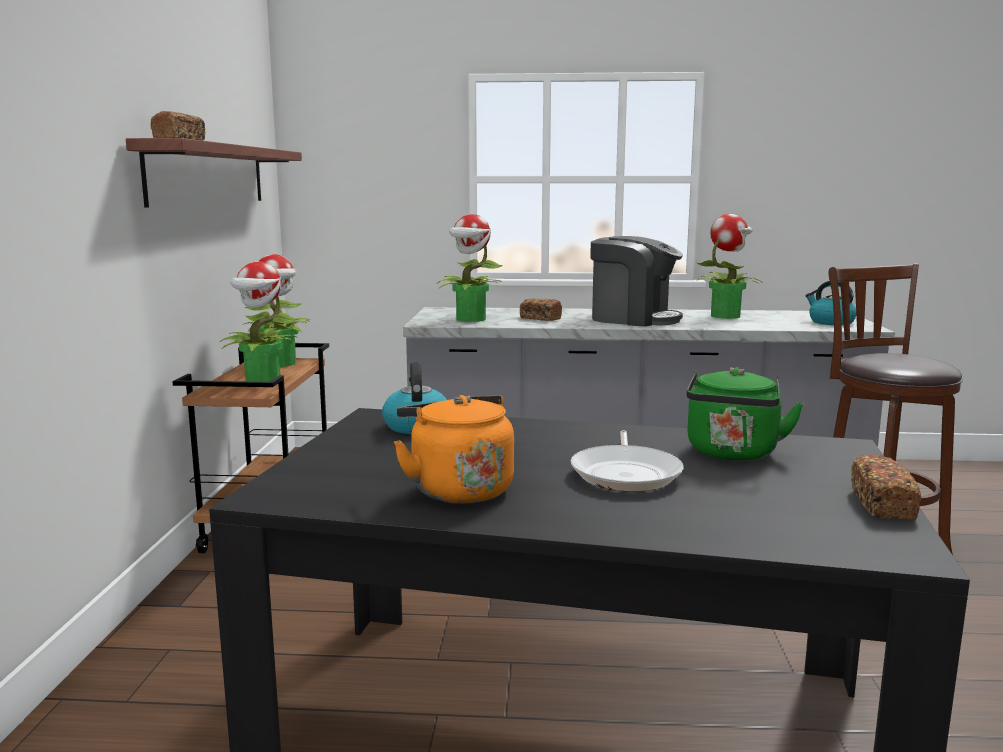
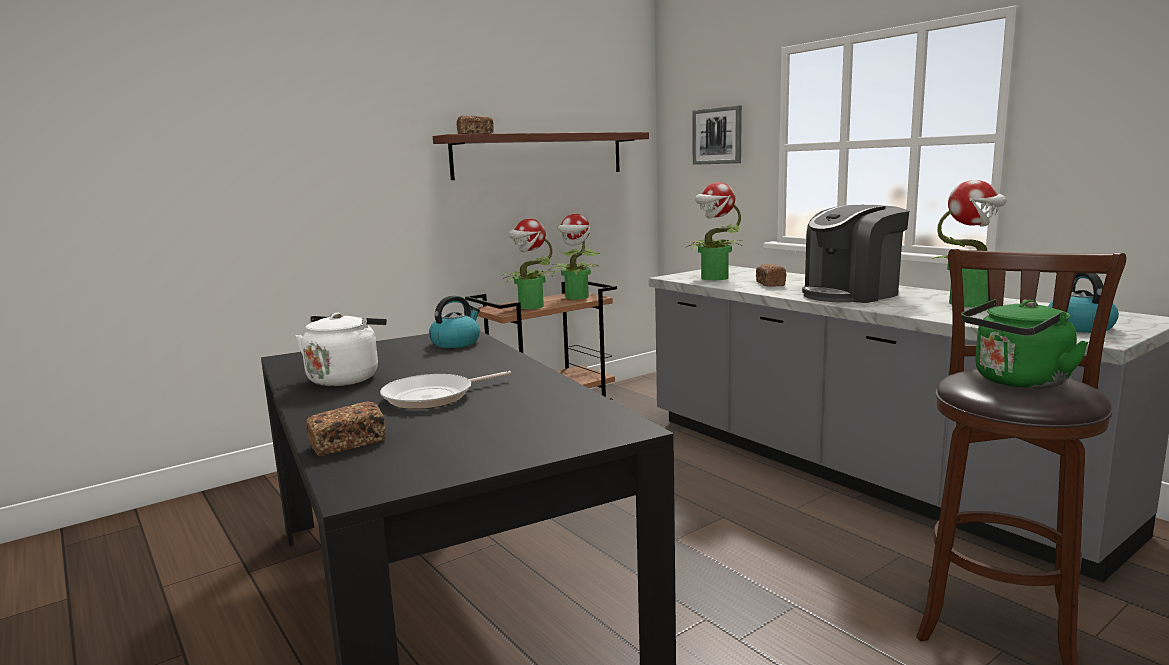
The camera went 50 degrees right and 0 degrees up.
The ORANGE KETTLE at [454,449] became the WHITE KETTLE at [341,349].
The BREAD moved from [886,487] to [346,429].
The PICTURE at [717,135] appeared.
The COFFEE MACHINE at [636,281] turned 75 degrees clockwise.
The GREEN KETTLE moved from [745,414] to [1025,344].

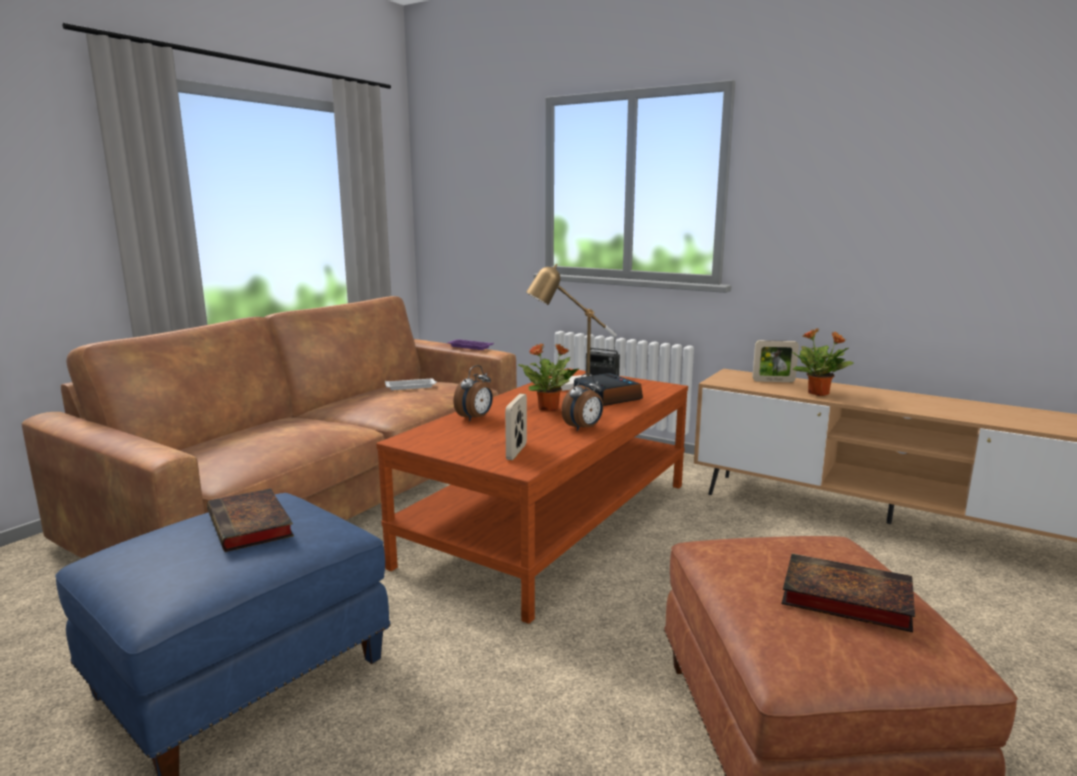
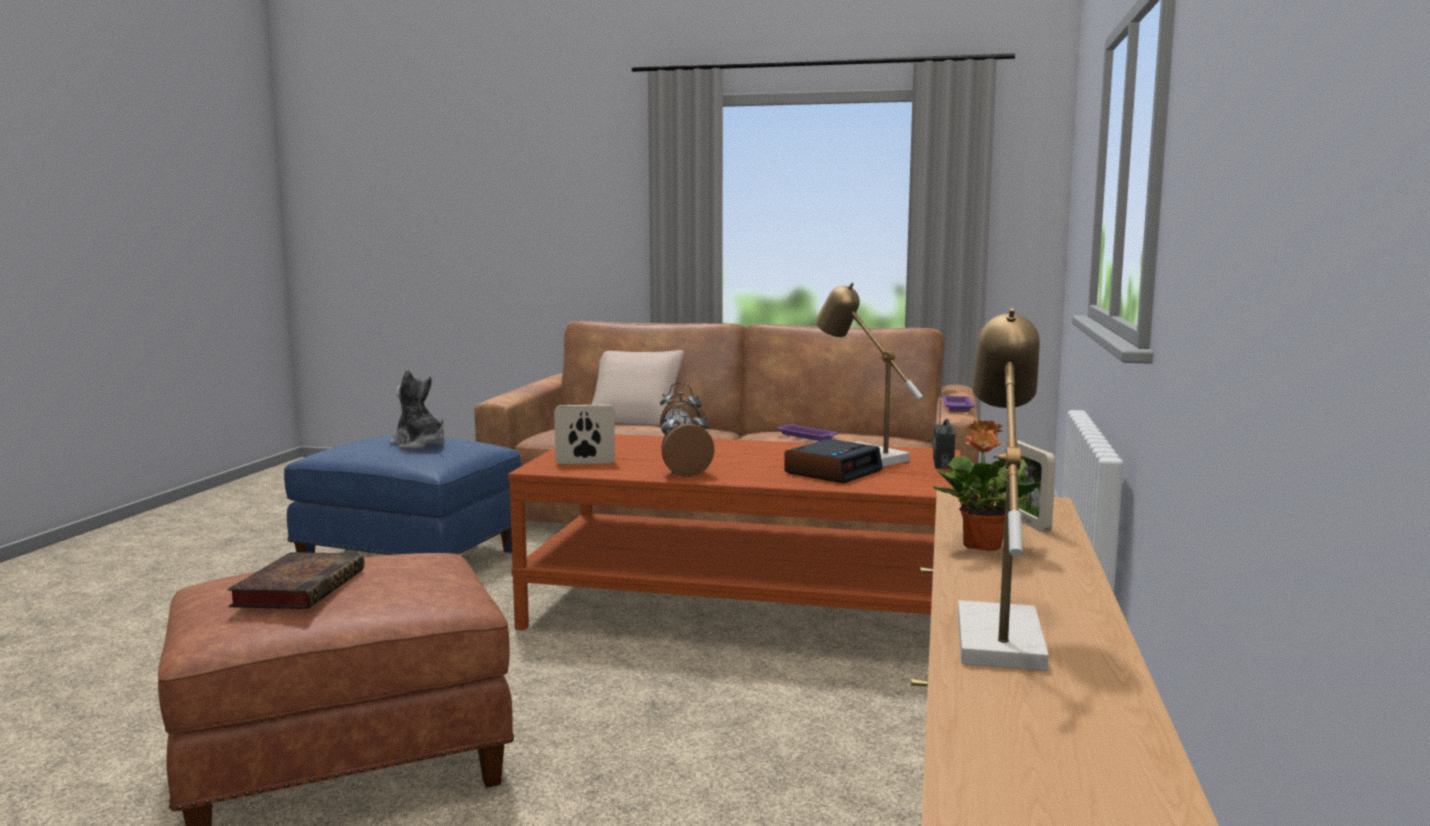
The camera went 70 degrees right and 5 degrees down.
The BOOK at [250,520] was replaced by the PLUSH TOY at [417,409].
The BEIGE PILLOW at [637,388] appeared.
The ALARM CLOCK at [582,402] turned 135 degrees clockwise.
The PURPLE TRAY at [807,432] appeared.
The TABLE LAMP at [1003,489] appeared.
The WHITE TRAY at [411,384] disappeared.
The POTTED PLANT at [549,377] disappeared.

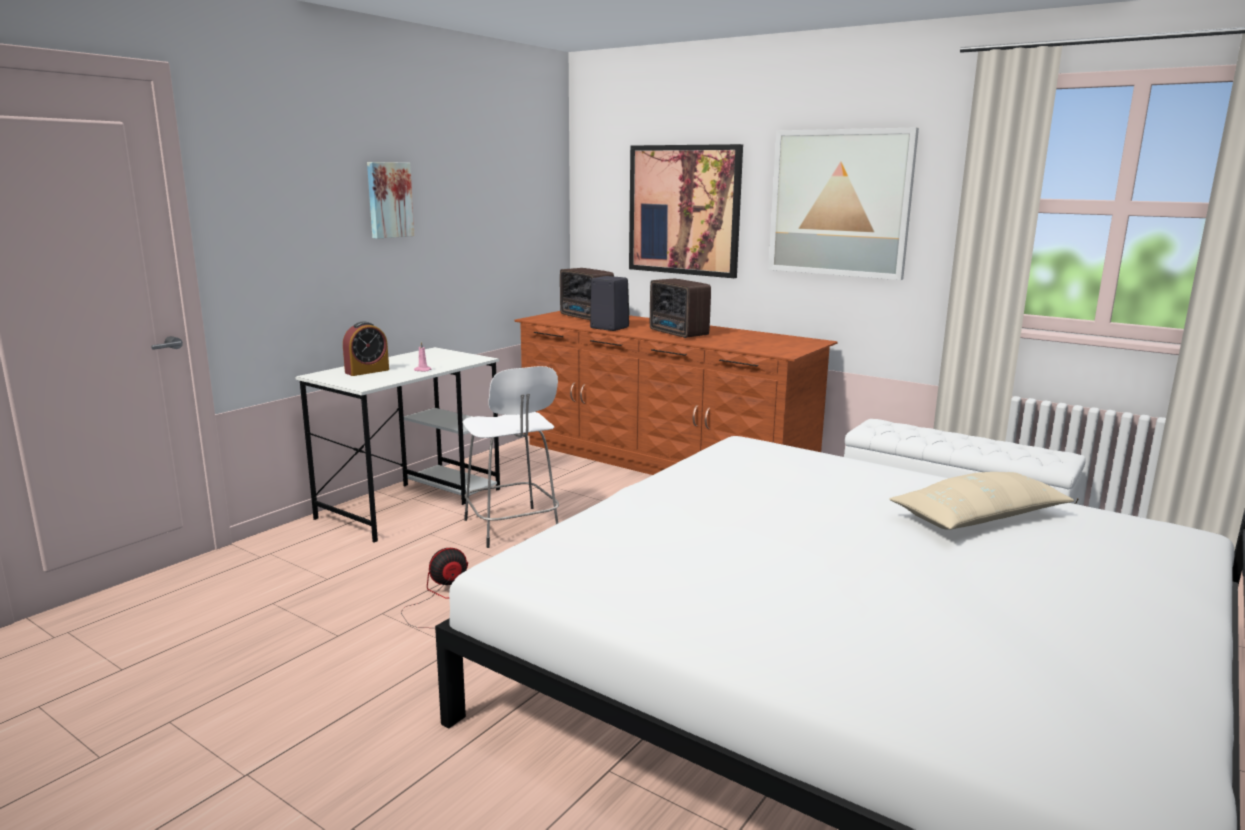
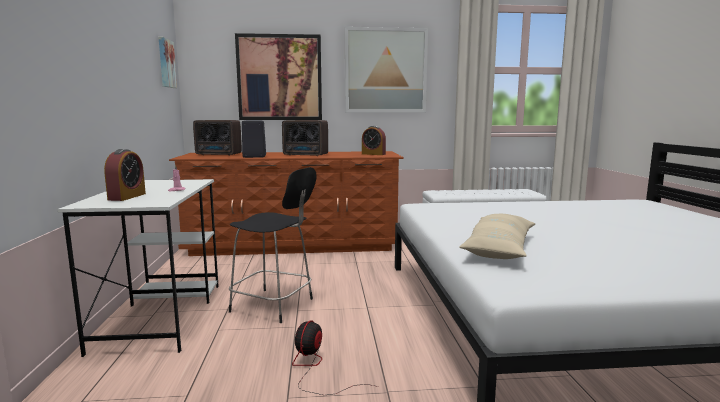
The camera went 40 degrees left and 5 degrees down.
The PICTURE moved from [390,200] to [168,62].
The WHITE STOOL at [511,457] became the BLACK STOOL at [273,245].
The ALARM CLOCK at [374,140] appeared.
The BEIGE PILLOW moved from [982,501] to [497,236].

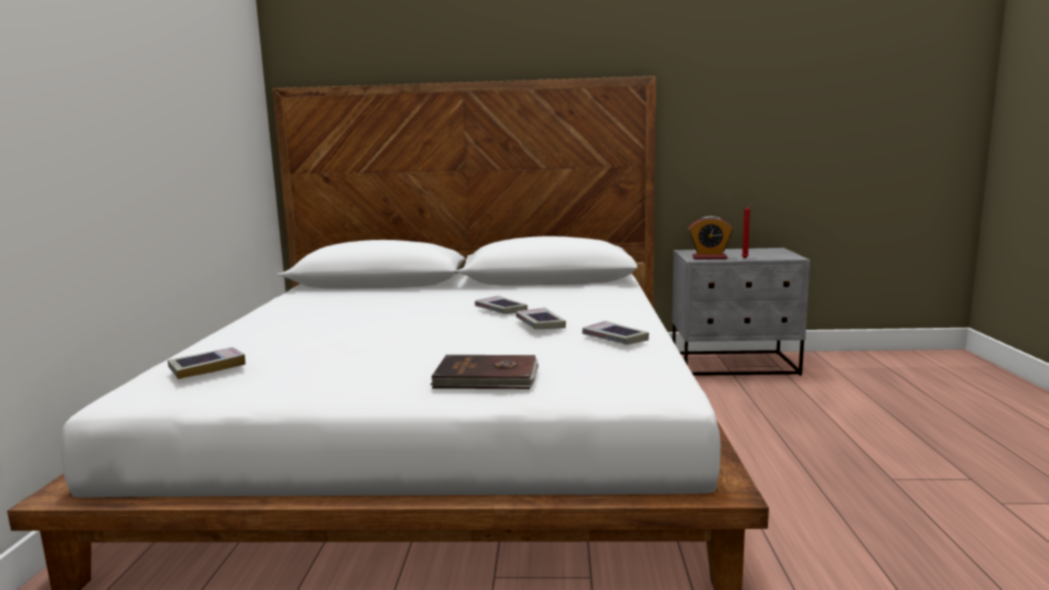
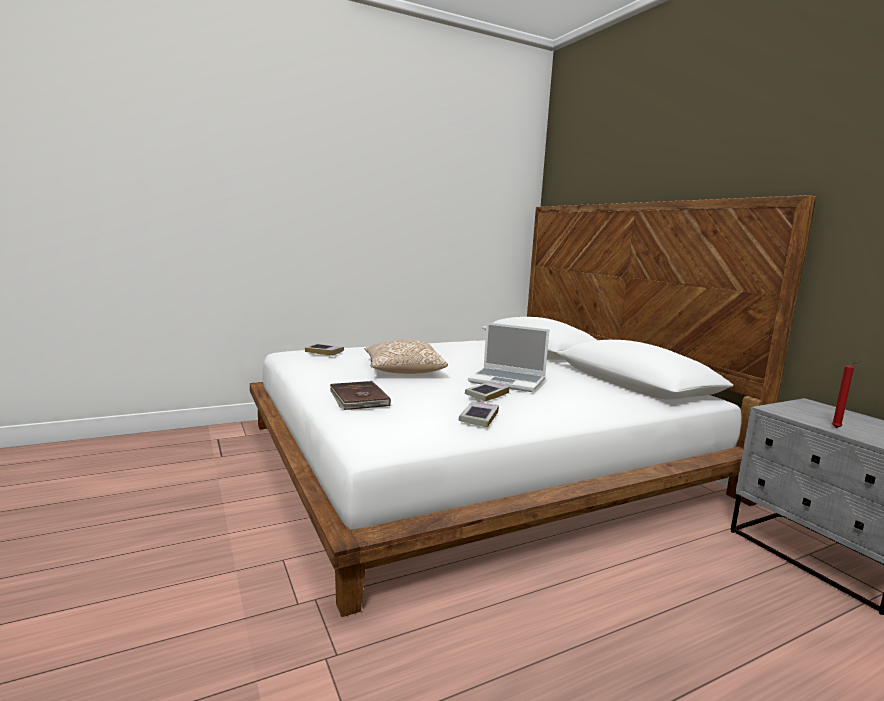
The camera went 60 degrees right and 0 degrees up.
The PILLOW at [406,357] appeared.
The BOOK at [501,305] was replaced by the LAPTOP at [508,357].
The ALARM CLOCK at [710,237] disappeared.

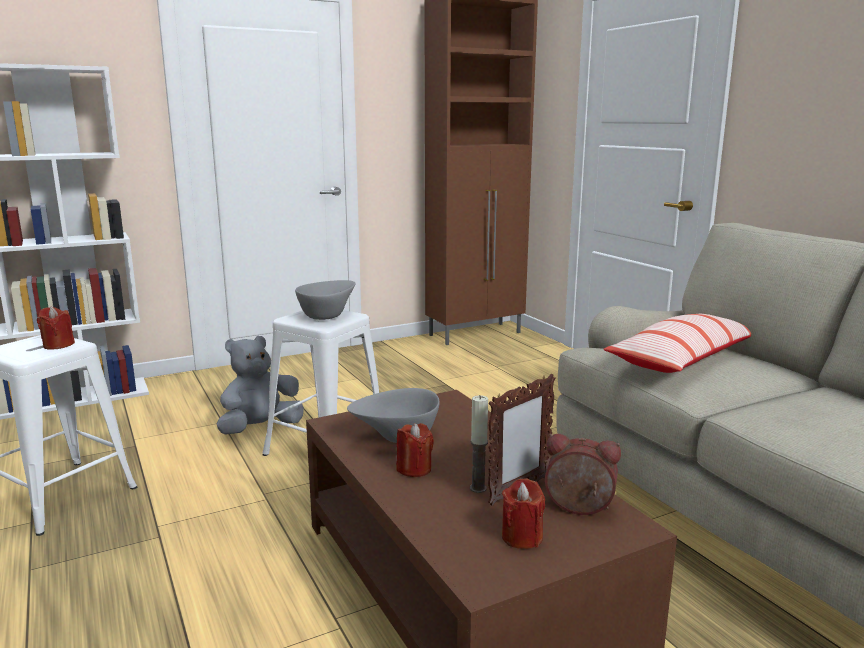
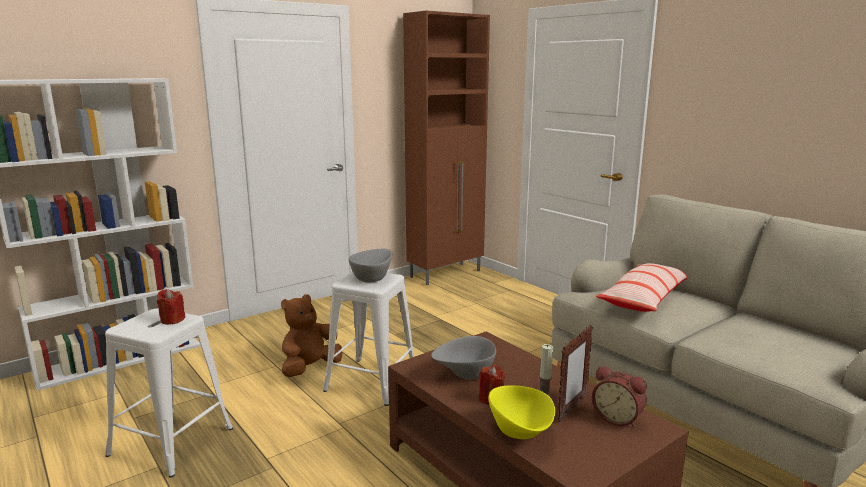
The camera went 10 degrees left and 0 degrees up.
The GREY PLUSH TOY at [260,385] became the BROWN PLUSH TOY at [311,335].
The YELLOW BOWL at [522,412] appeared.
The ALARM CLOCK at [583,474] turned 150 degrees counterclockwise.
The RED CANDLE at [523,513] disappeared.

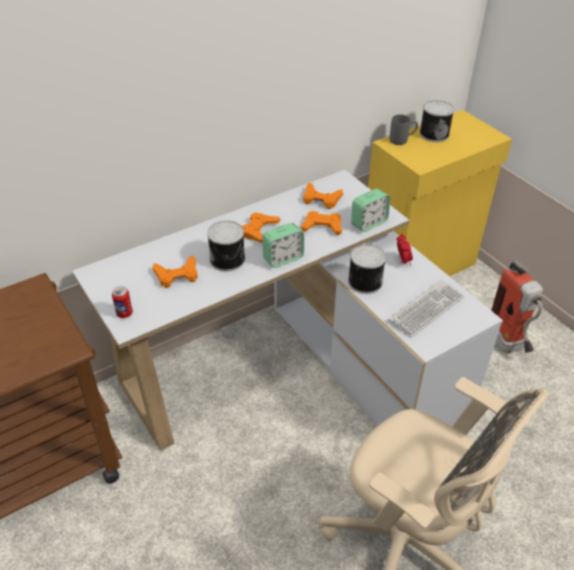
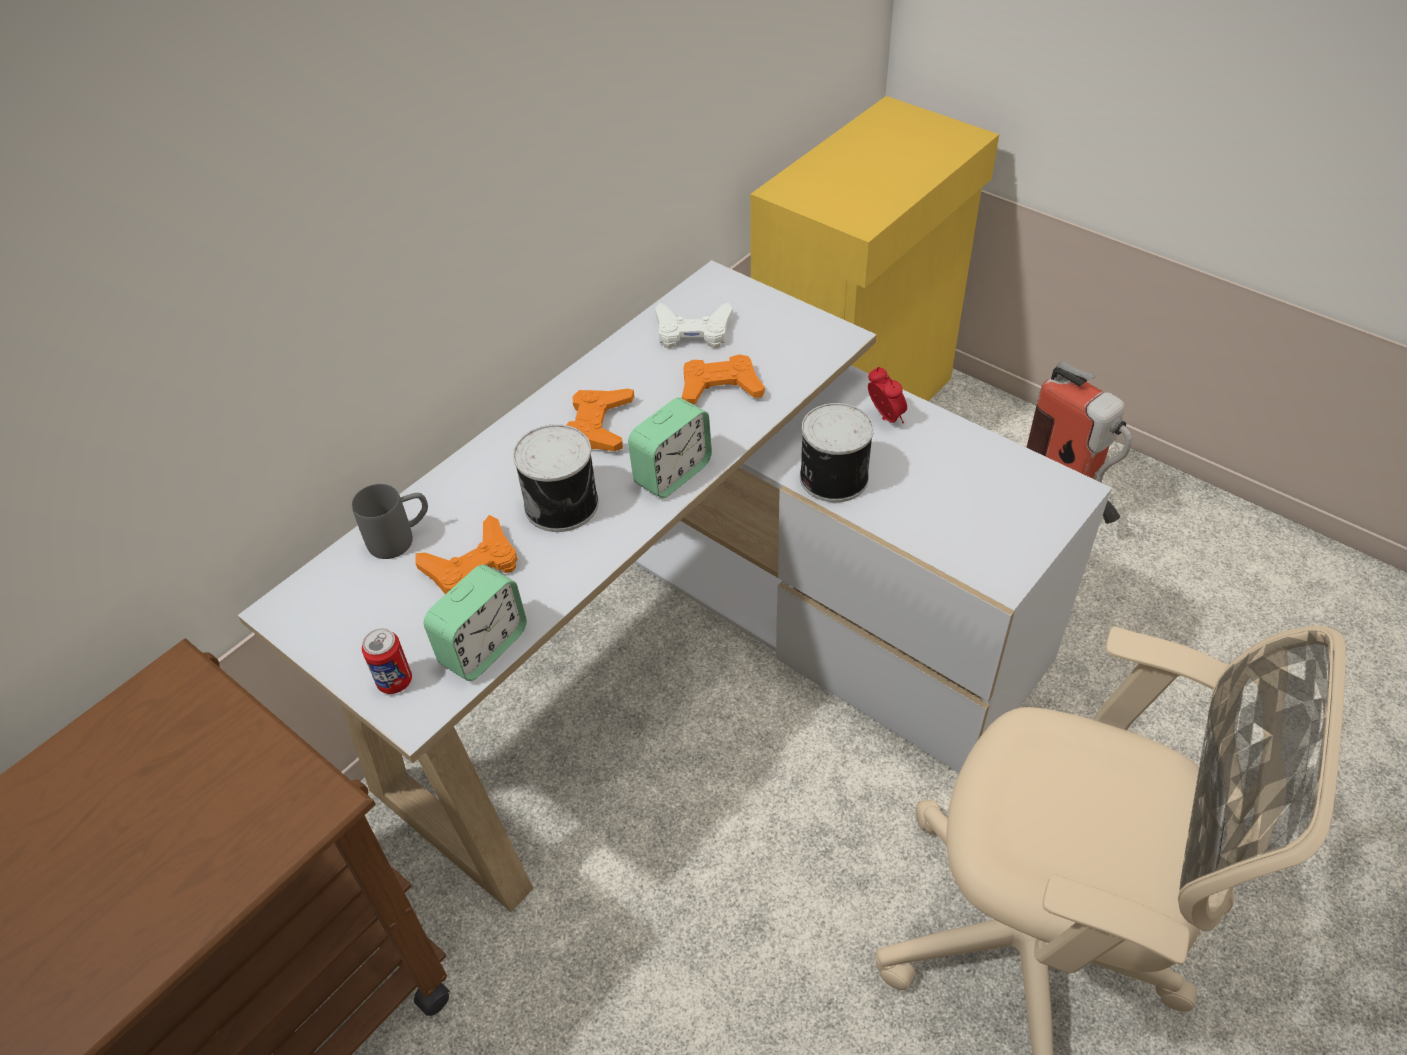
The camera went 15 degrees left and 5 degrees up.
The GREY MUG moved from [403,129] to [390,521].
The ALARM CLOCK moved from [370,210] to [475,623].
The ORANGE GAME CONTROLLER at [323,196] became the WHITE GAME CONTROLLER at [694,325].
The KEYBOARD at [426,308] disappeared.
The CAN at [436,121] disappeared.

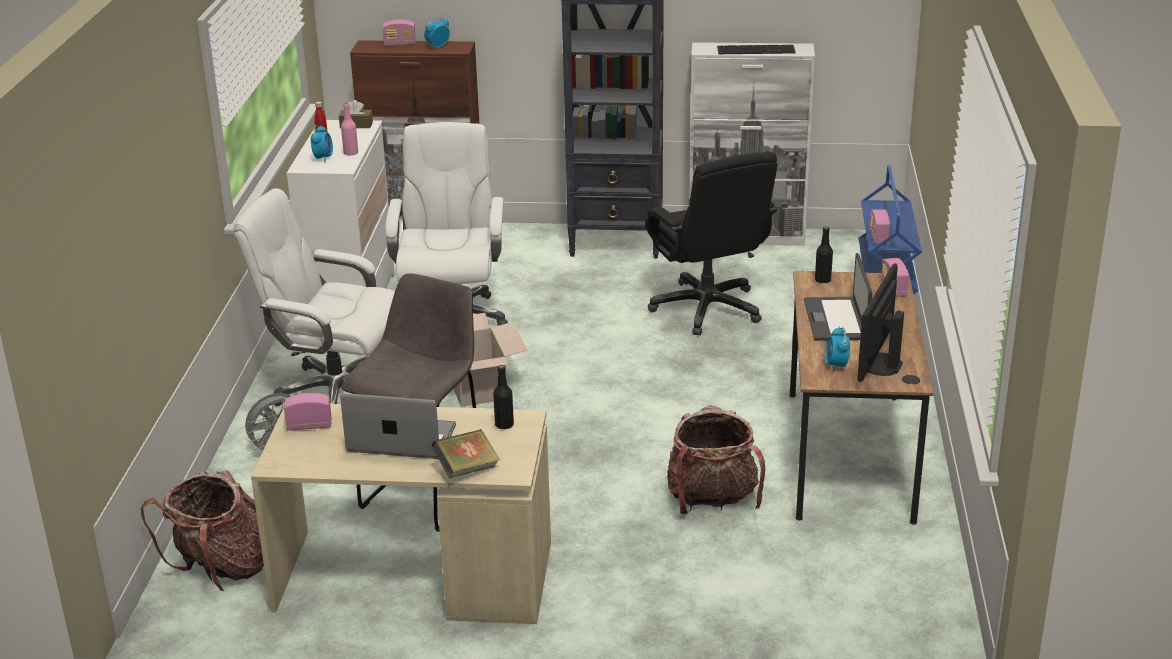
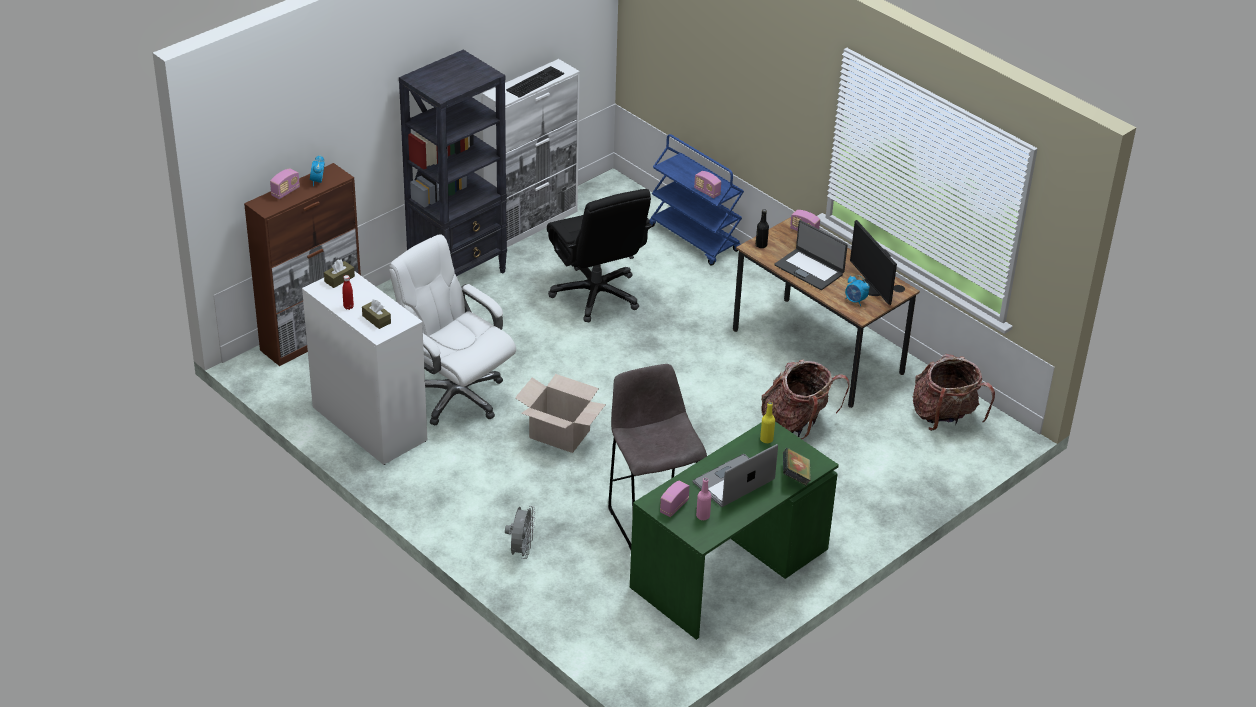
The camera went 50 degrees left and 10 degrees up.
The ALARM CLOCK at [322,144] was replaced by the BROWN TISSUE BOX at [376,314].
The BLACK OFFICE CHAIR at [711,243] turned 45 degrees clockwise.
The BEIGE DESK at [401,514] became the GREEN DESK at [734,530].
The PINK BOTTLE moved from [349,129] to [703,499].
The BLACK BOTTLE at [503,397] became the YELLOW BOTTLE at [767,422].
The BACKPACK moved from [202,531] to [953,392].
The WHITE OFFICE CHAIR at [314,297] disappeared.

